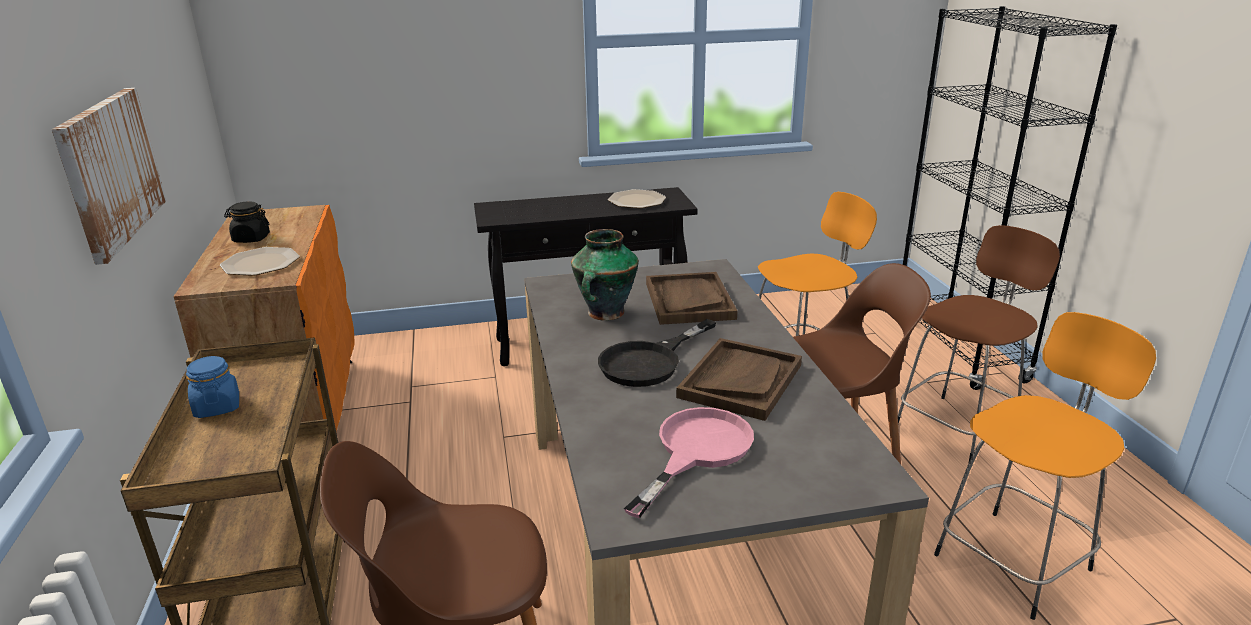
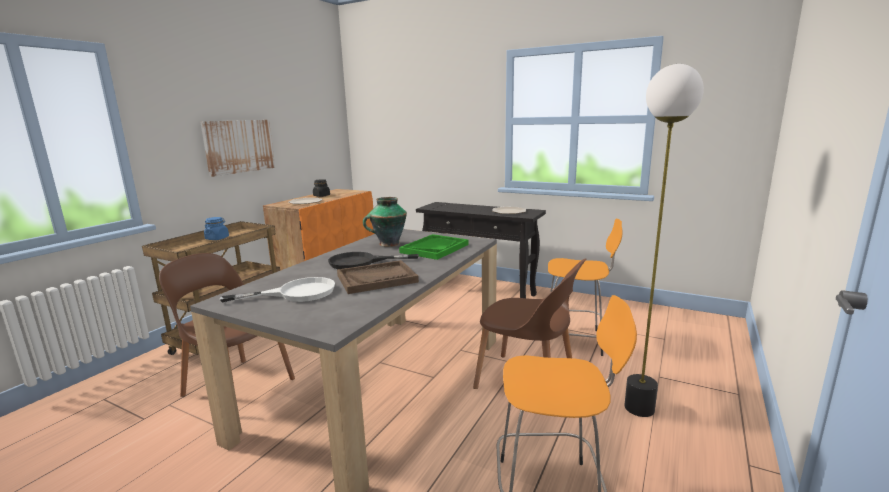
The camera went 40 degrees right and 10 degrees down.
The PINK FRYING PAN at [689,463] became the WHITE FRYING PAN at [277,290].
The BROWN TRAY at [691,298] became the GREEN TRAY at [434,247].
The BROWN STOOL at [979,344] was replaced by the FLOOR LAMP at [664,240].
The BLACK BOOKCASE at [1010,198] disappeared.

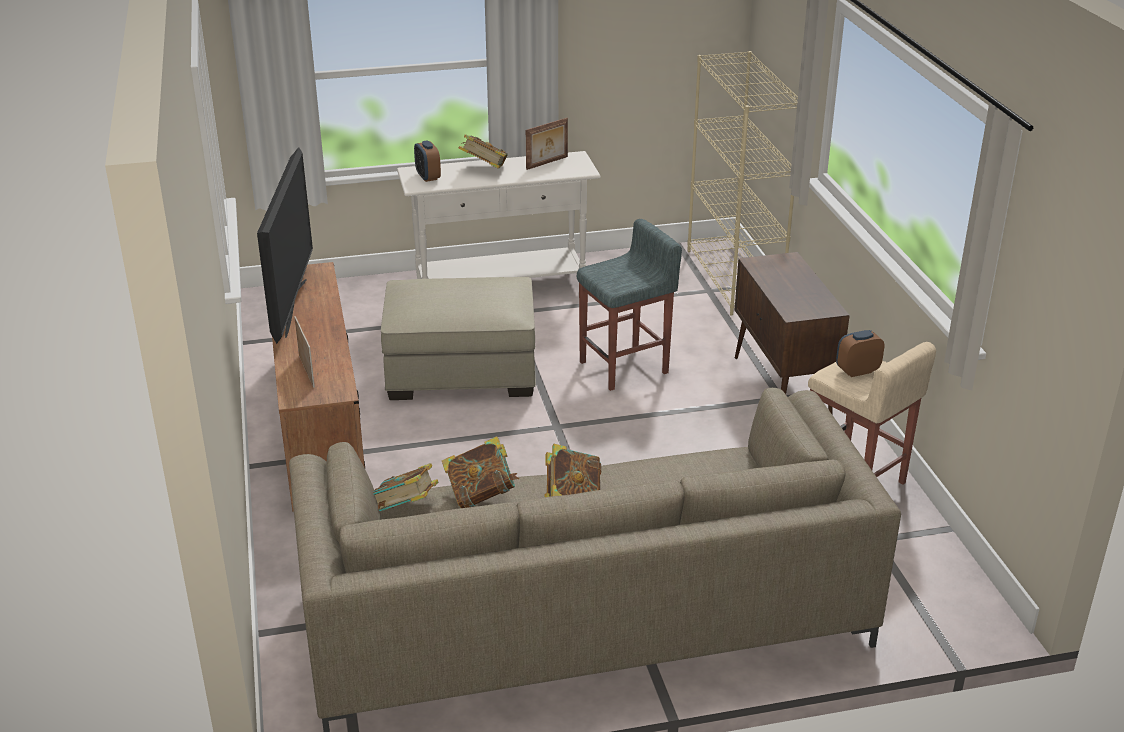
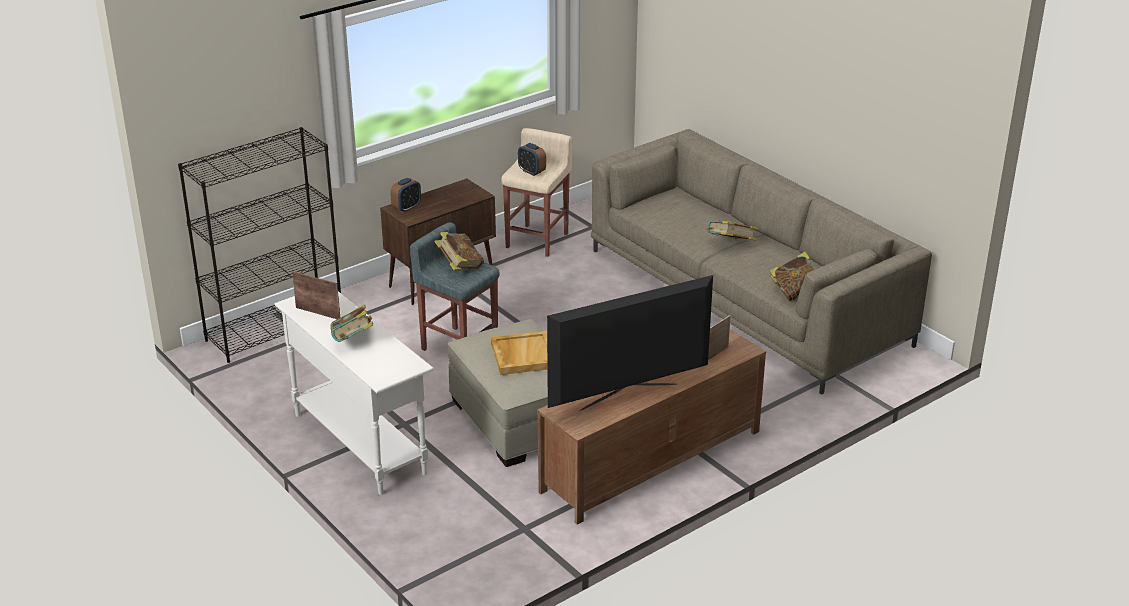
The camera went 115 degrees left and 0 degrees up.
The BEIGE BOOKCASE at [742,183] became the BLACK BOOKCASE at [259,245].
The ALARM CLOCK moved from [427,161] to [405,195].
The BOOK moved from [480,472] to [459,251].
The BEIGE TRAY at [519,353] appeared.

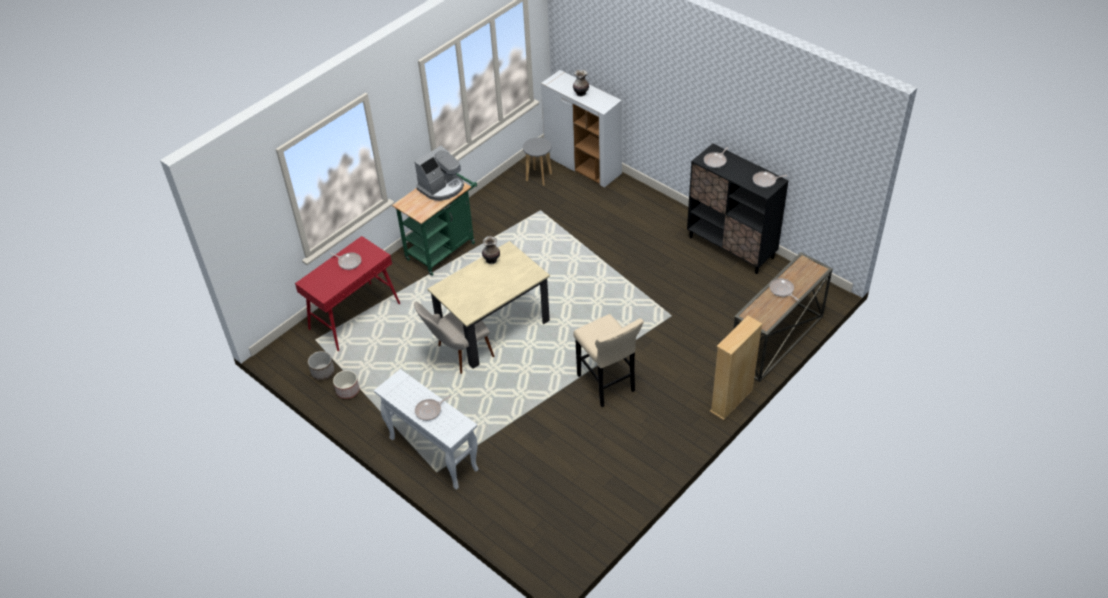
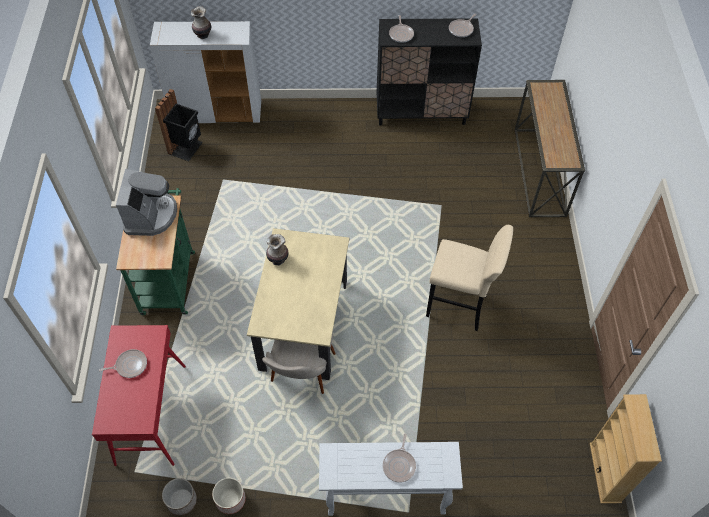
The camera went 45 degrees left and 10 degrees up.
The GREY STOOL at [537,162] was replaced by the BLACK TRASH CAN at [179,125].
The BEIGE BOOKCASE moved from [736,368] to [626,449].
The FRYING PAN at [784,289] disappeared.

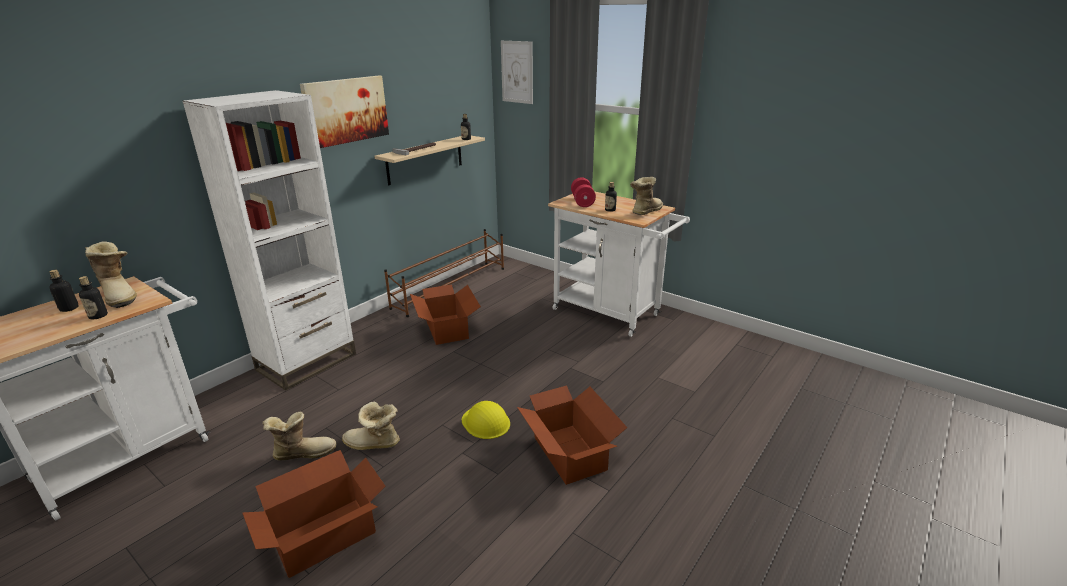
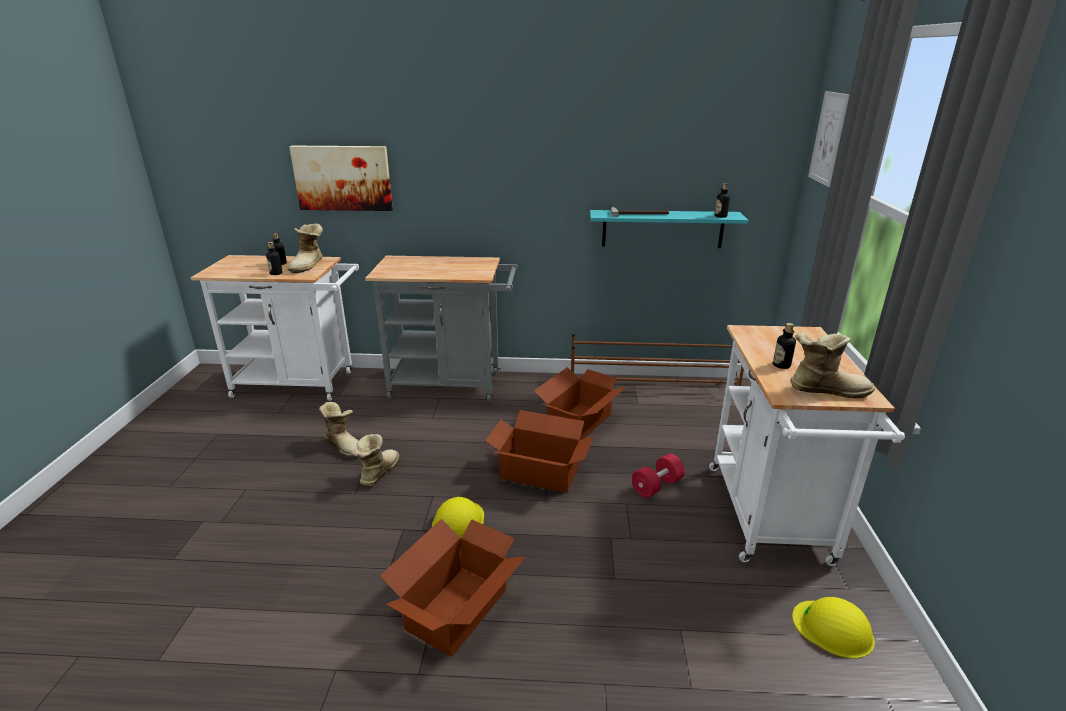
The camera went 55 degrees right and 0 degrees up.
The PICTURE moved from [344,112] to [341,178].
The BOOT at [371,426] turned 45 degrees clockwise.
The WHITE BOOKCASE at [269,240] was replaced by the GREY CART at [441,328].
The CARDBOARD BOX moved from [313,514] to [540,451].
The BEIGE SHELF at [430,160] became the TURQUOISE SHELF at [669,229].
The RED DUMBBELL moved from [583,192] to [658,476].
The YELLOW HARD HAT at [833,628] appeared.

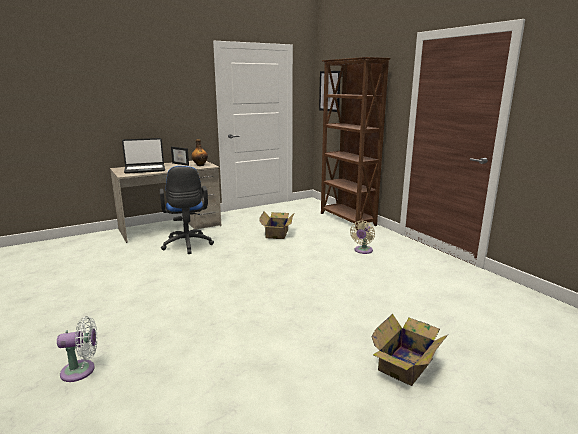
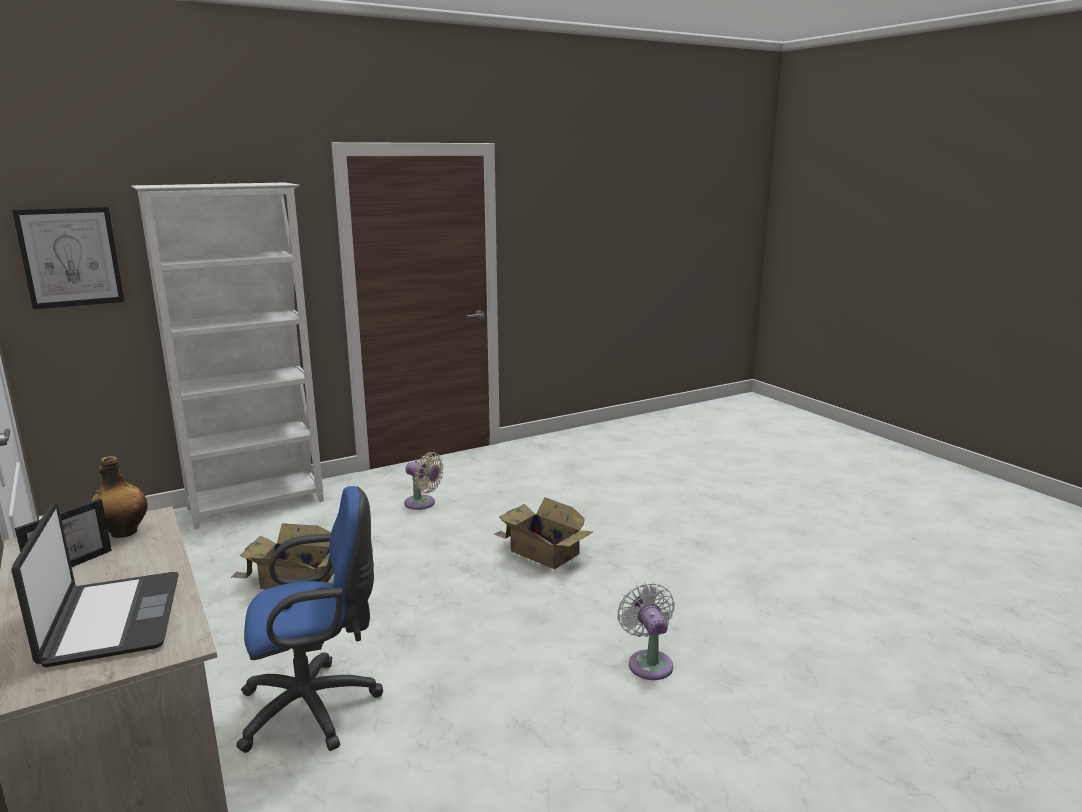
The camera went 90 degrees left and 0 degrees up.
The BROWN BOOKCASE at [356,143] became the WHITE BOOKCASE at [227,355].
The CARDBOARD BOX moved from [410,350] to [543,533].
The WHITE FAN moved from [77,349] to [646,631].

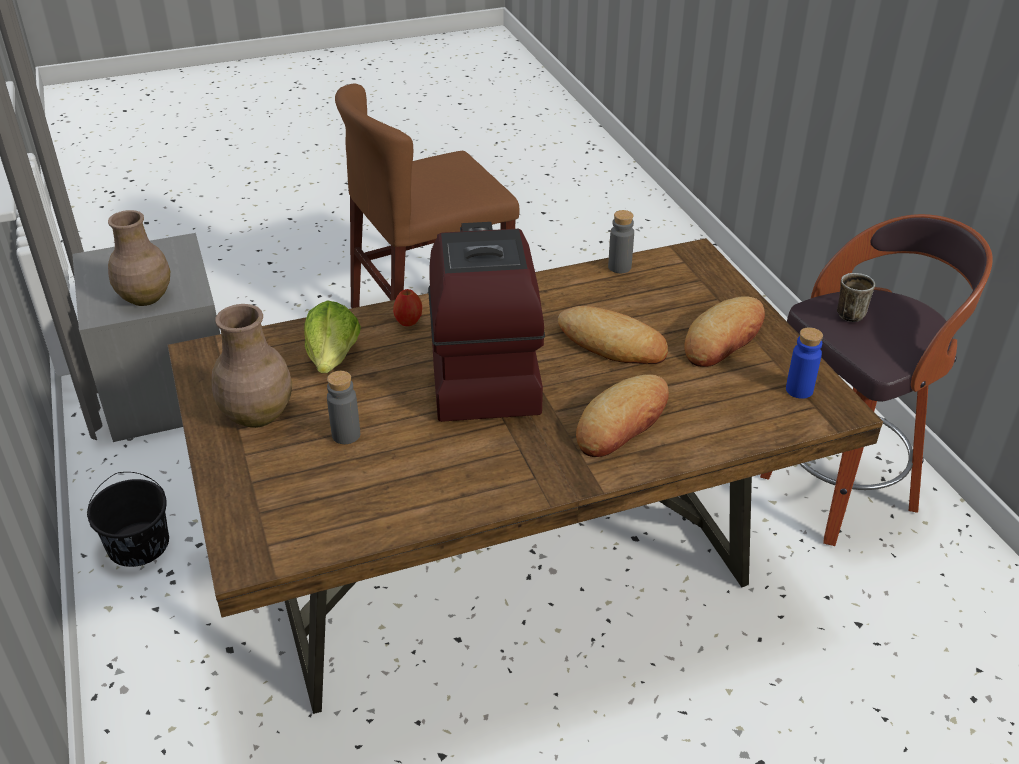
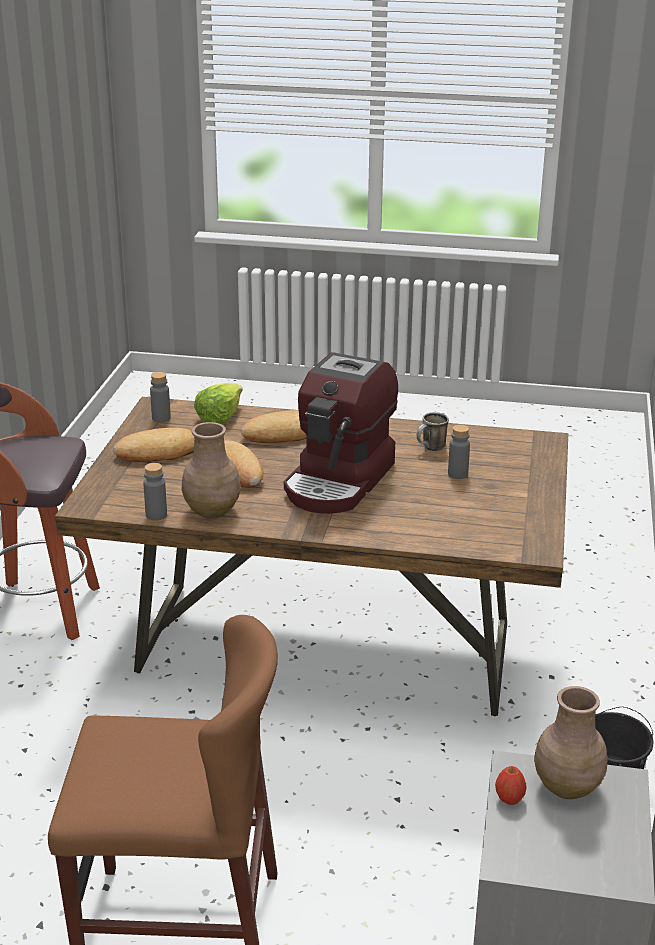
The camera went 150 degrees left and 10 degrees down.
The BLUE BOTTLE at [804,363] became the GREY BOTTLE at [160,397].
The BROWN VASE moved from [252,366] to [211,470].
The LETTUCE moved from [332,336] to [218,403].
The MUG moved from [856,297] to [432,431].
The APPLE moved from [407,307] to [511,785].

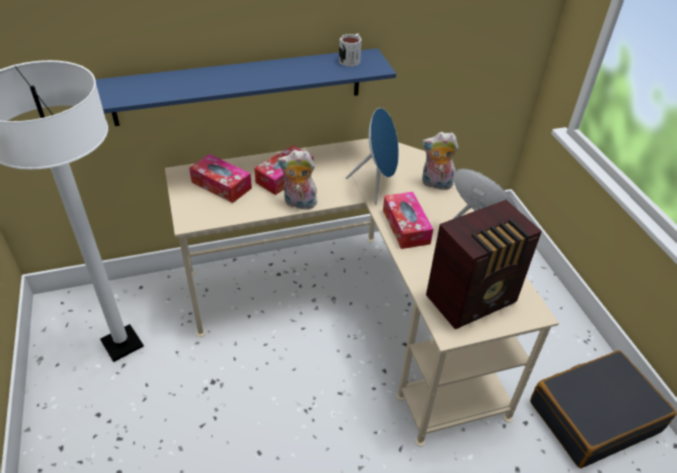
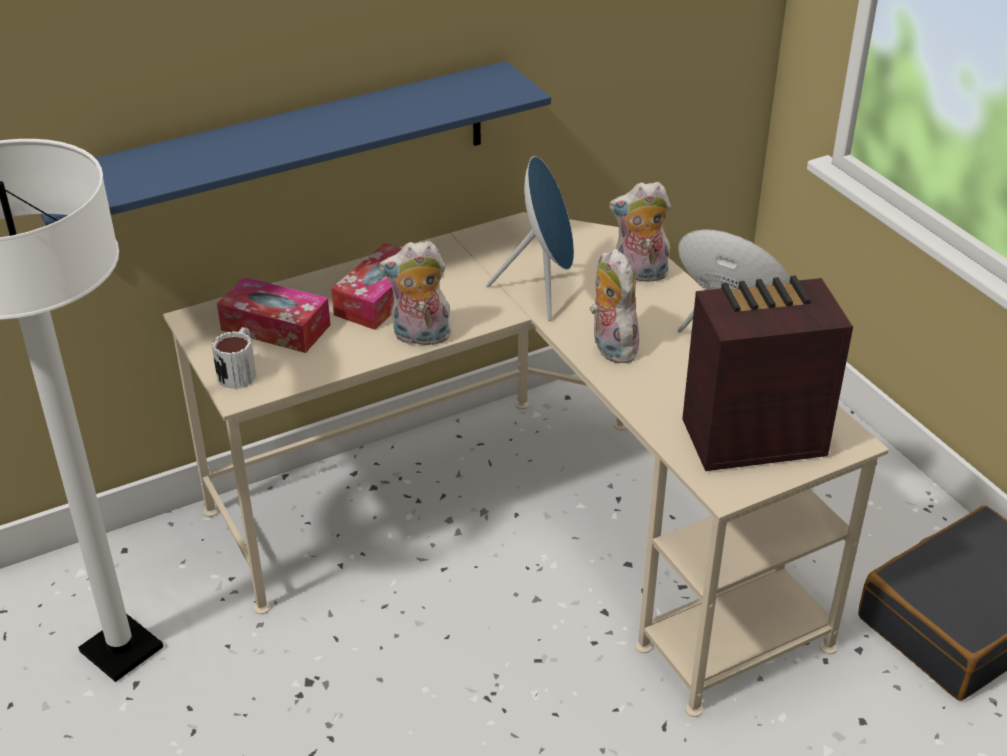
The camera went 10 degrees left and 5 degrees down.
The MUG moved from [350,50] to [234,358].
The TISSUE BOX at [408,220] was replaced by the PLUSH TOY at [616,305].
The RADIO at [484,264] turned 150 degrees counterclockwise.

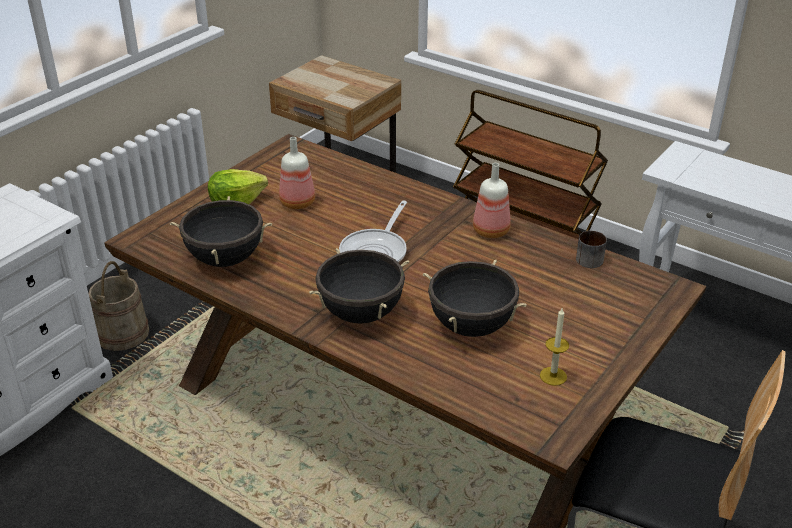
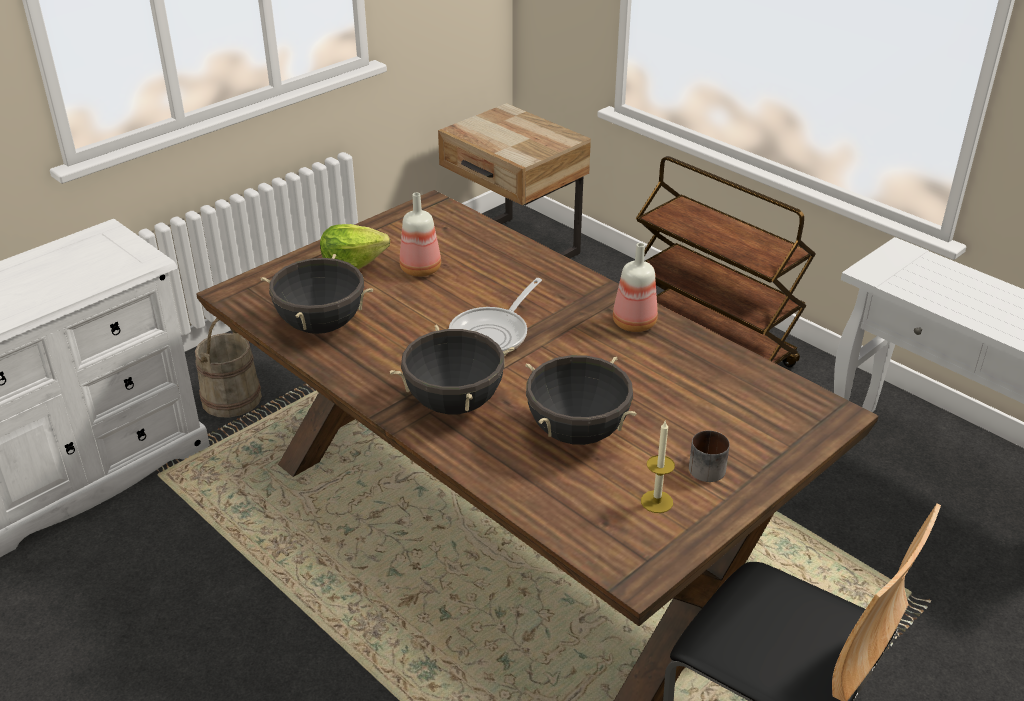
The camera went 10 degrees right and 0 degrees up.
The MUG moved from [591,249] to [709,456].

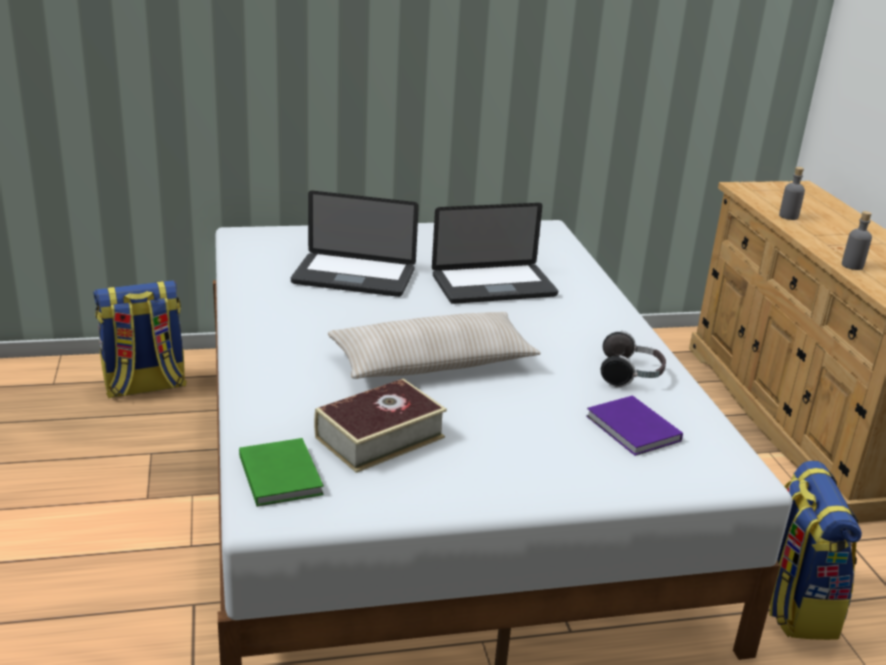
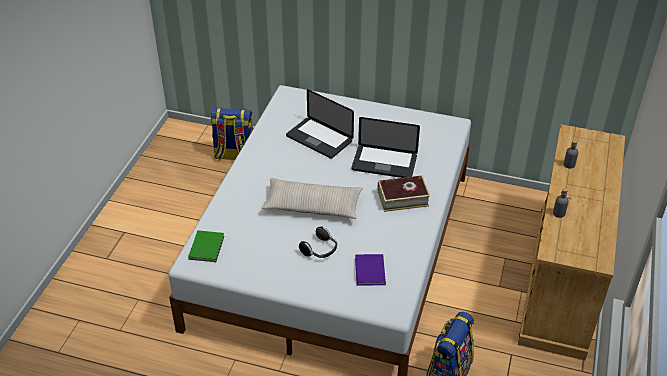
The camera went 30 degrees right and 15 degrees up.
The HEADPHONES moved from [633,358] to [318,242].
The BOOK moved from [380,425] to [404,194].

